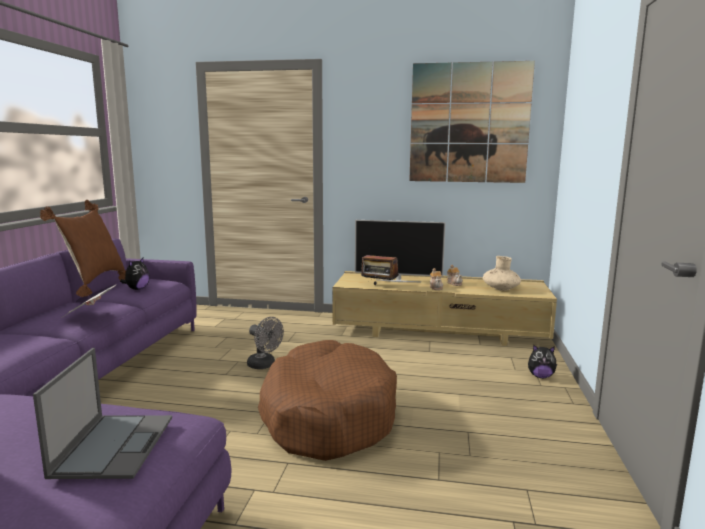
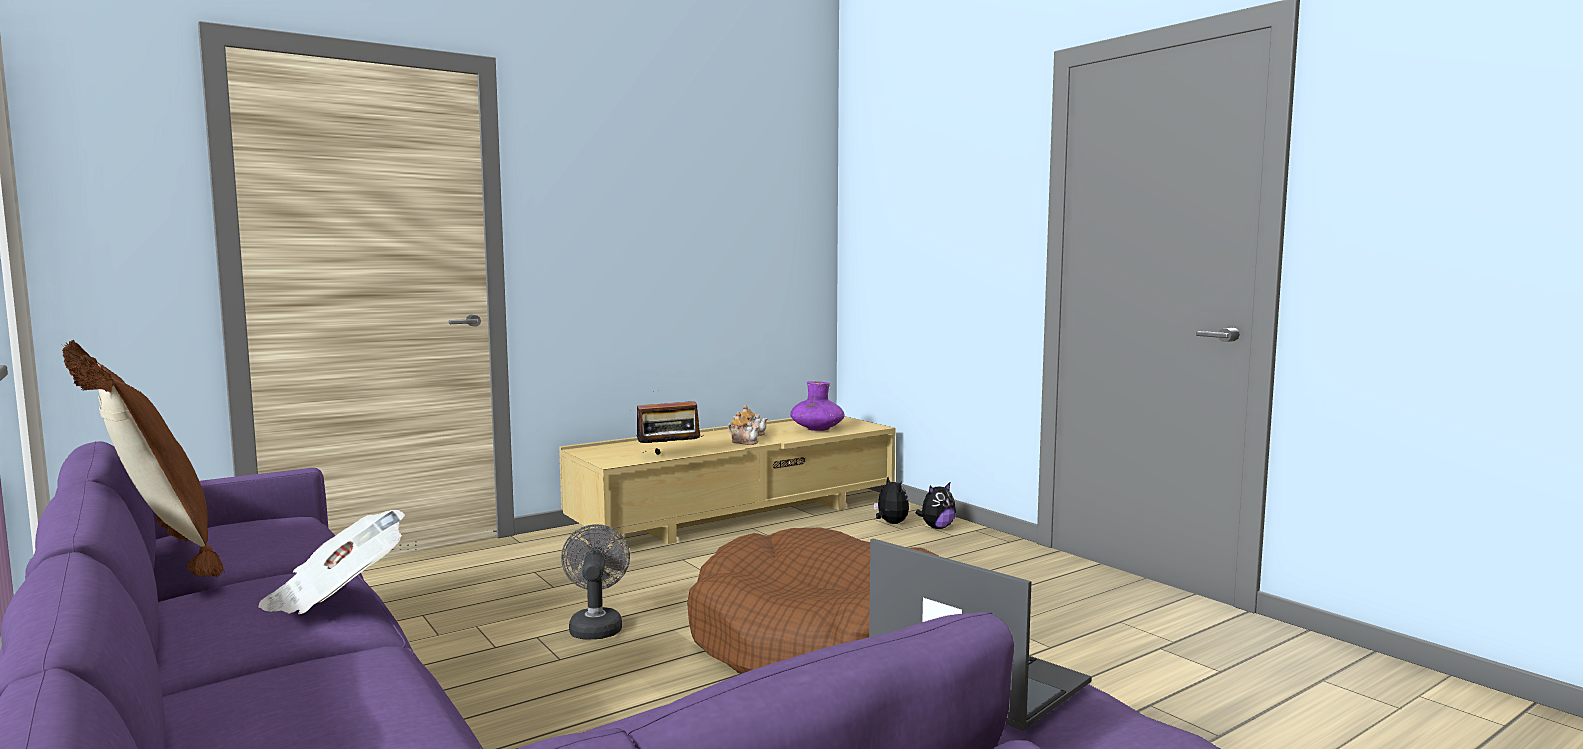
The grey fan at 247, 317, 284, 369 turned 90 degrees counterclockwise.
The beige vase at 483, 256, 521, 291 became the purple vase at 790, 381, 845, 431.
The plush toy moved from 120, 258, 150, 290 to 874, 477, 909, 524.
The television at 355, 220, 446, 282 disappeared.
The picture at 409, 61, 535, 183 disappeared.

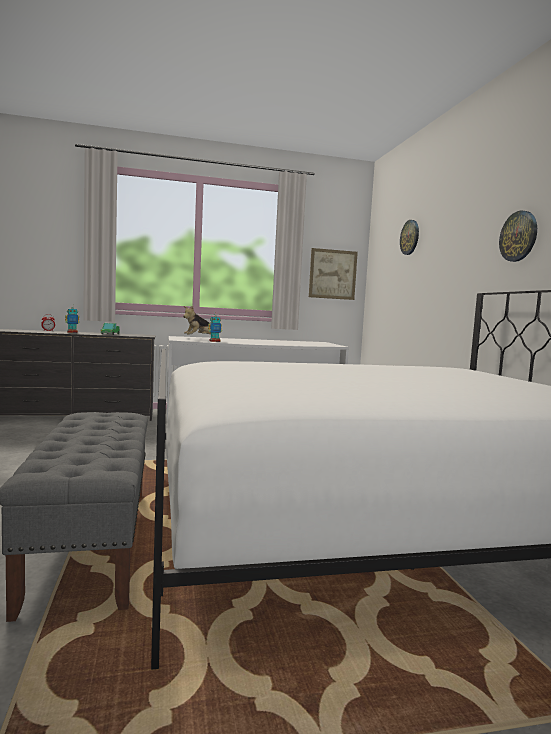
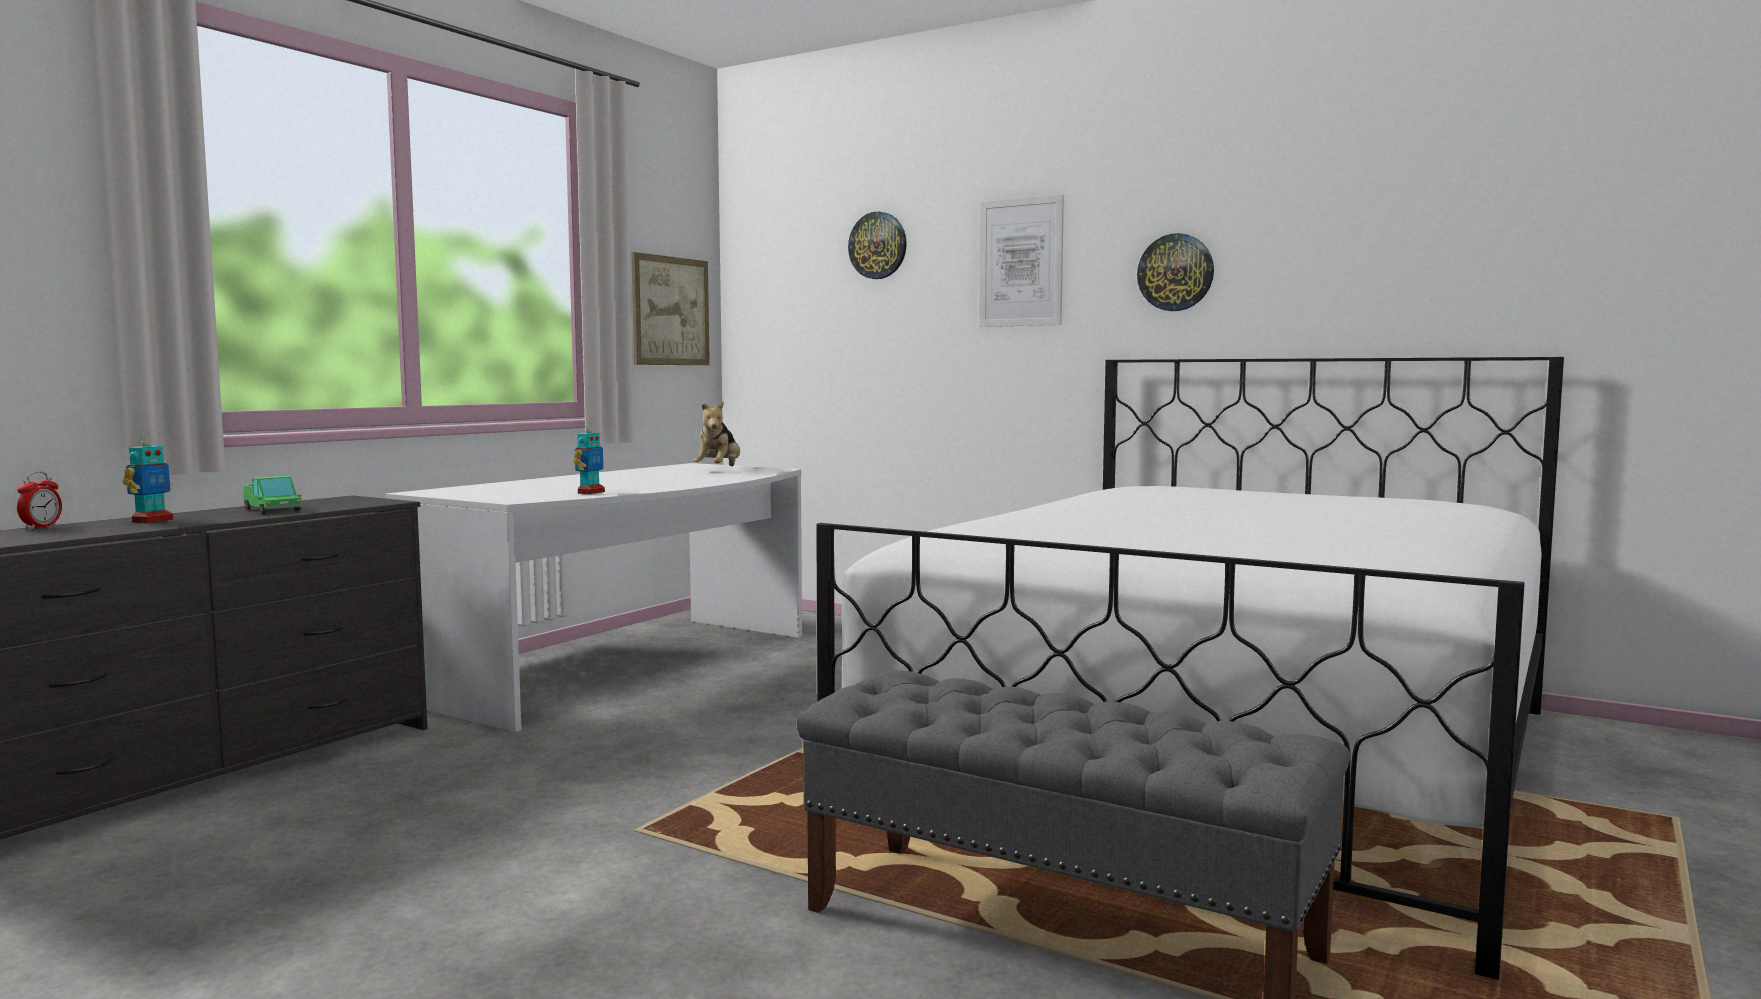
The plush toy moved from 183, 306, 220, 339 to 693, 401, 740, 466.
The picture at 979, 195, 1064, 327 appeared.

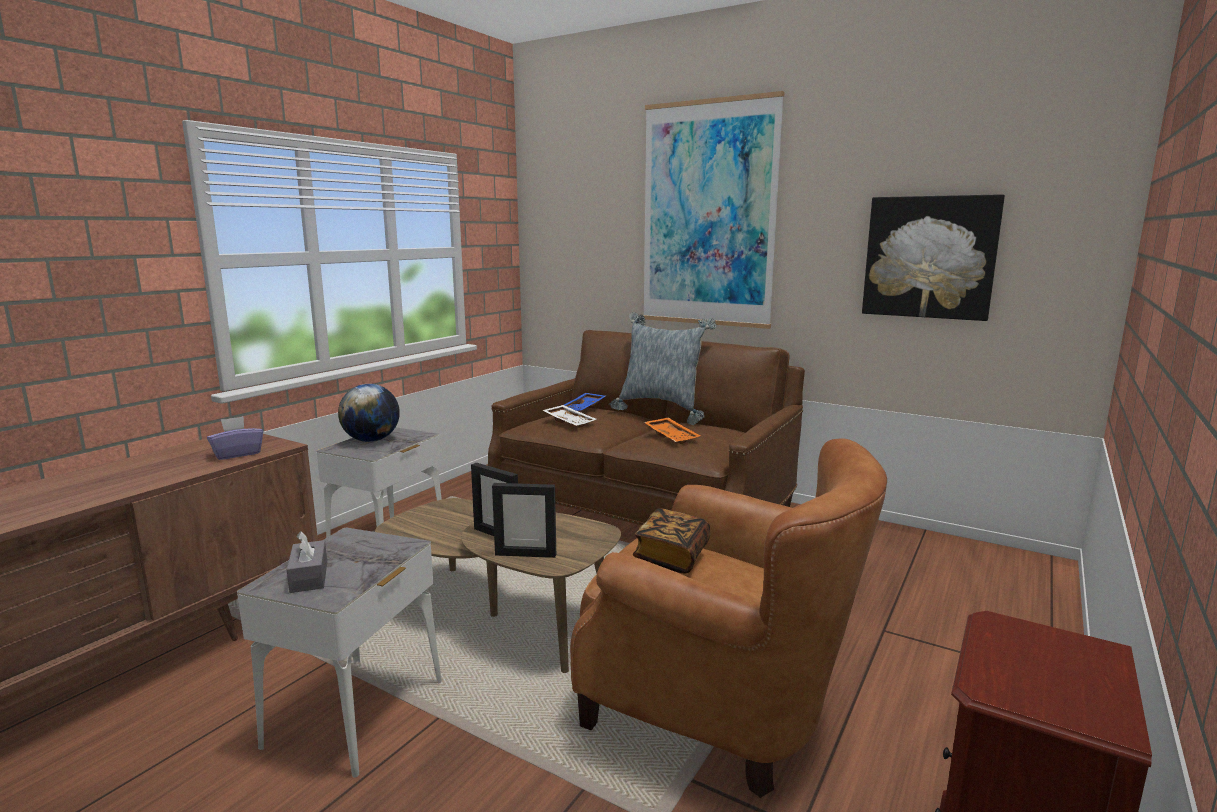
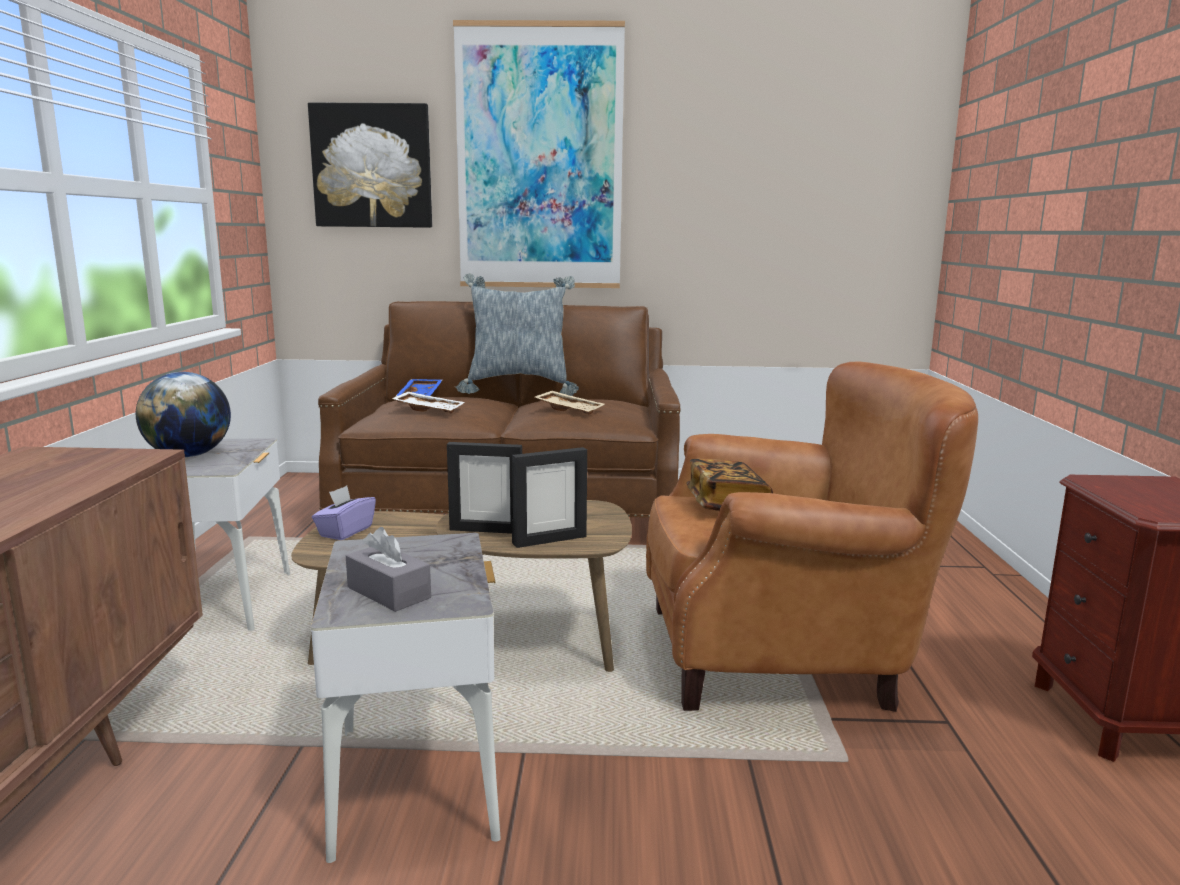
The picture moved from 862, 194, 1005, 321 to 308, 102, 432, 228.
The purple tissue box moved from 207, 416, 263, 460 to 312, 485, 376, 540.
The orange tray at 644, 417, 701, 444 became the beige tray at 535, 391, 604, 414.

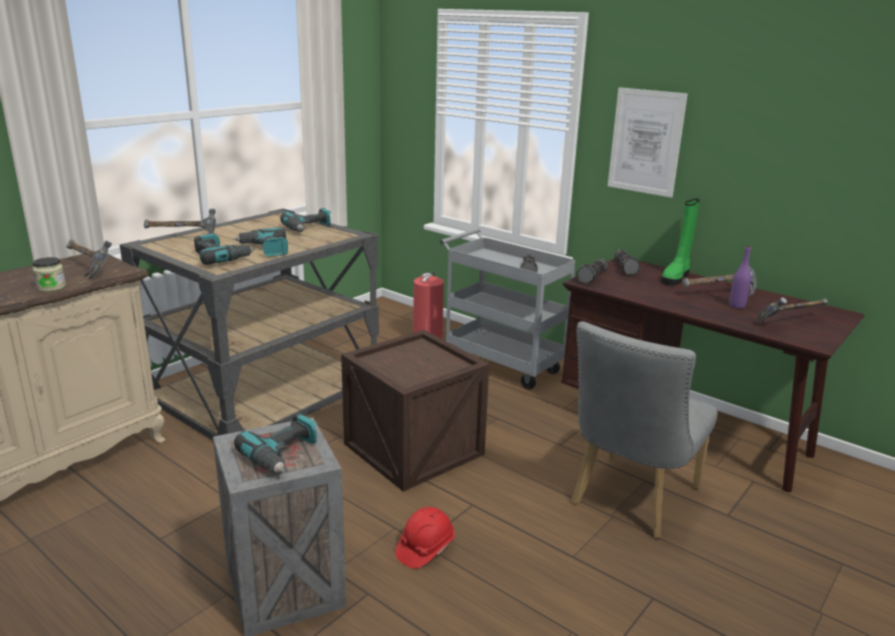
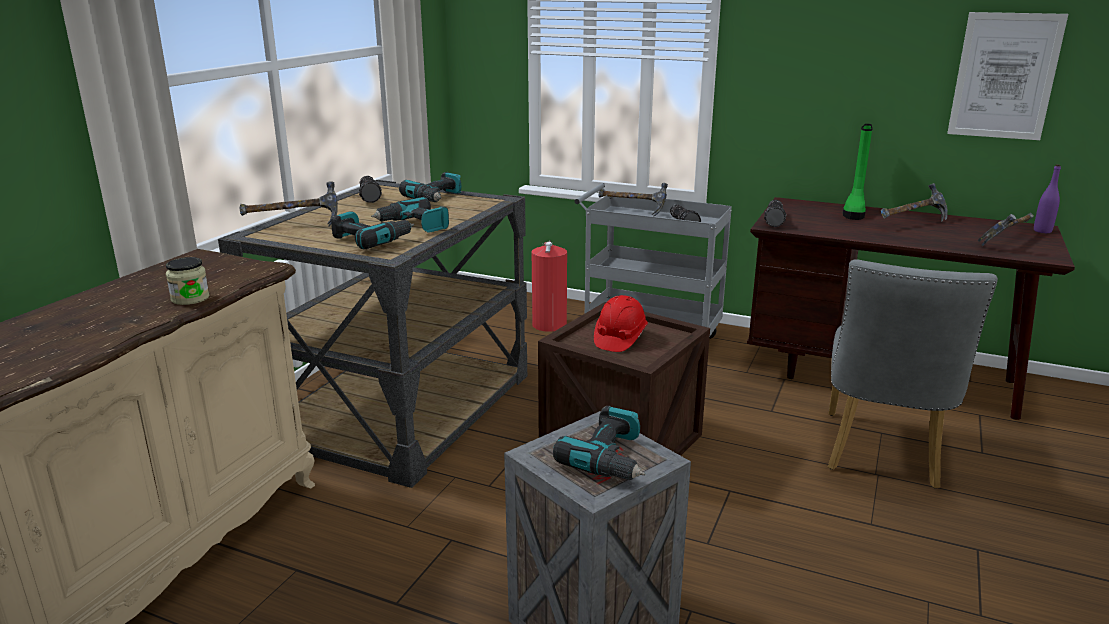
The flashlight moved from 615, 249, 640, 275 to 359, 176, 382, 203.
The red hard hat moved from 395, 507, 455, 569 to 594, 295, 648, 352.
The hammer moved from 66, 239, 112, 279 to 598, 183, 668, 217.
The picture moved from 608, 87, 688, 198 to 947, 12, 1068, 140.
The purple bottle moved from 729, 245, 751, 309 to 1034, 164, 1061, 233.

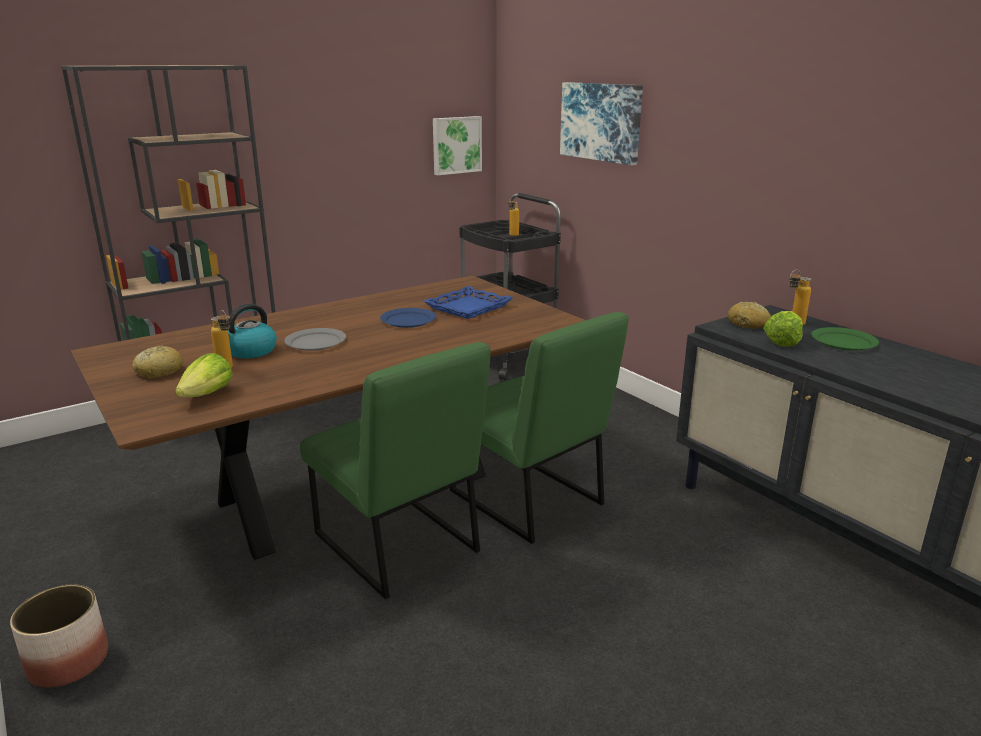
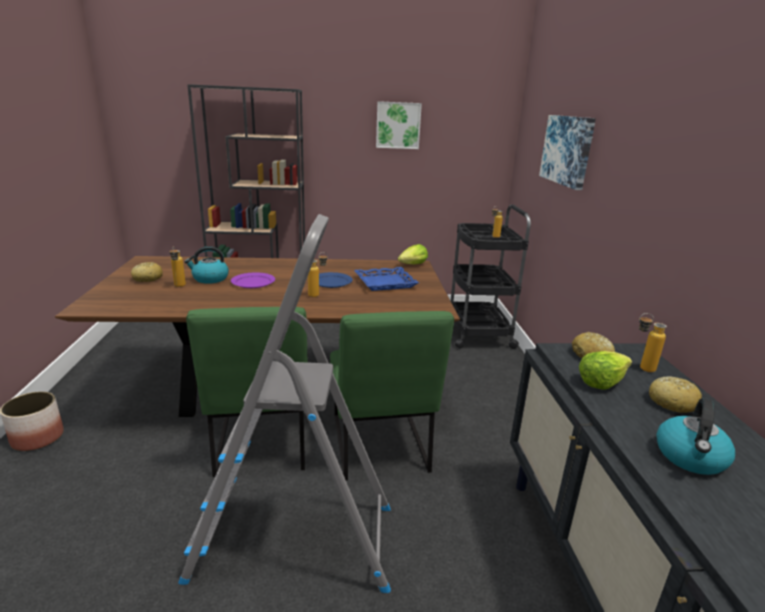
The grey step ladder at 178, 214, 391, 593 appeared.
The grey plate at 284, 328, 346, 351 became the purple plate at 231, 272, 275, 288.
The bottle at 308, 252, 328, 297 appeared.
The picture moved from 433, 116, 482, 175 to 376, 101, 422, 149.
The lettuce moved from 175, 353, 232, 397 to 398, 244, 428, 264.
The green plate at 811, 327, 879, 351 was replaced by the bread at 649, 377, 702, 413.
The kettle at 656, 398, 735, 475 appeared.

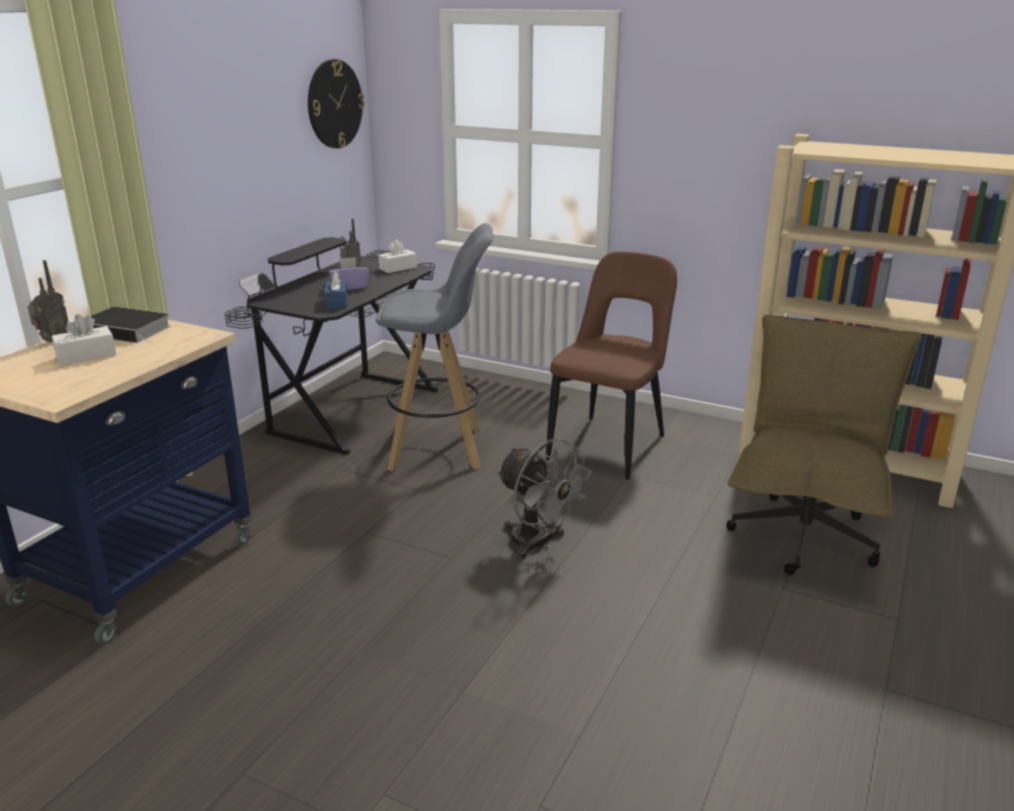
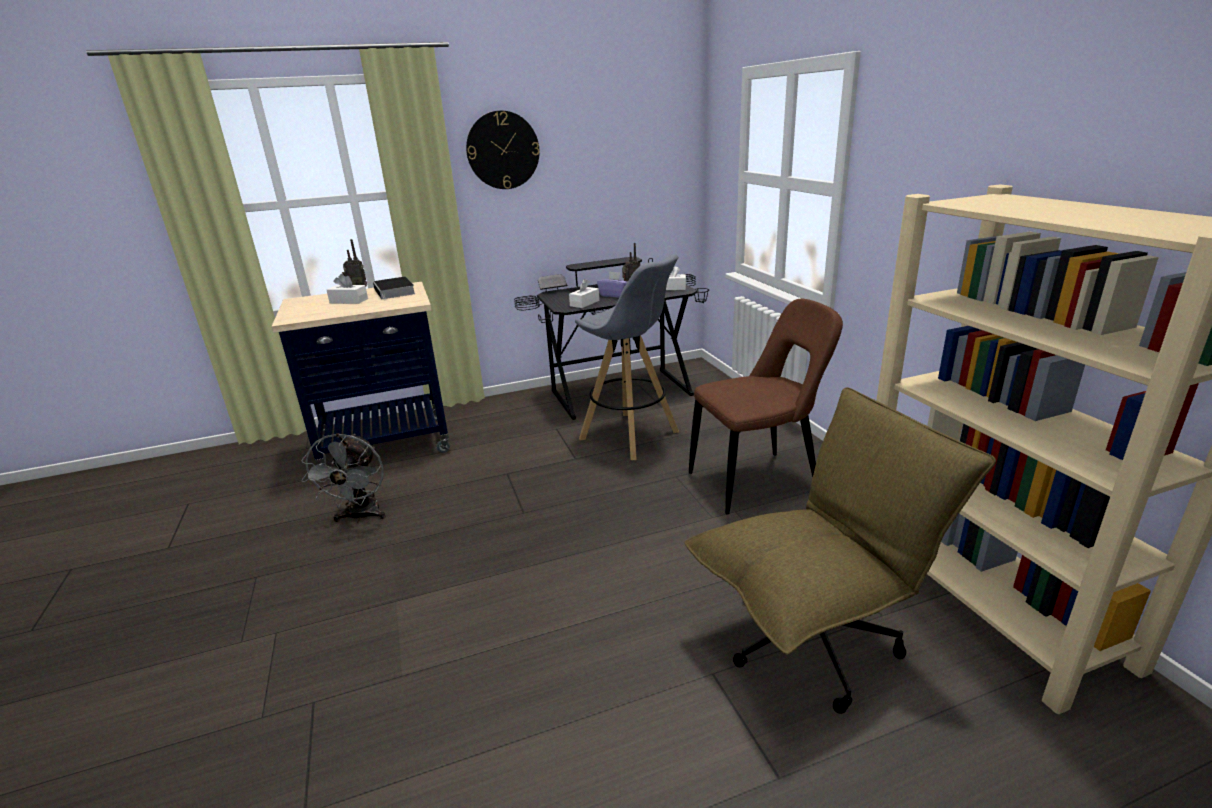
The grey fan moved from 497, 438, 592, 560 to 301, 433, 386, 522.
The wall clock moved from 308, 59, 365, 148 to 466, 110, 540, 189.
The blue tissue box at 324, 271, 347, 309 became the white tissue box at 569, 279, 599, 308.

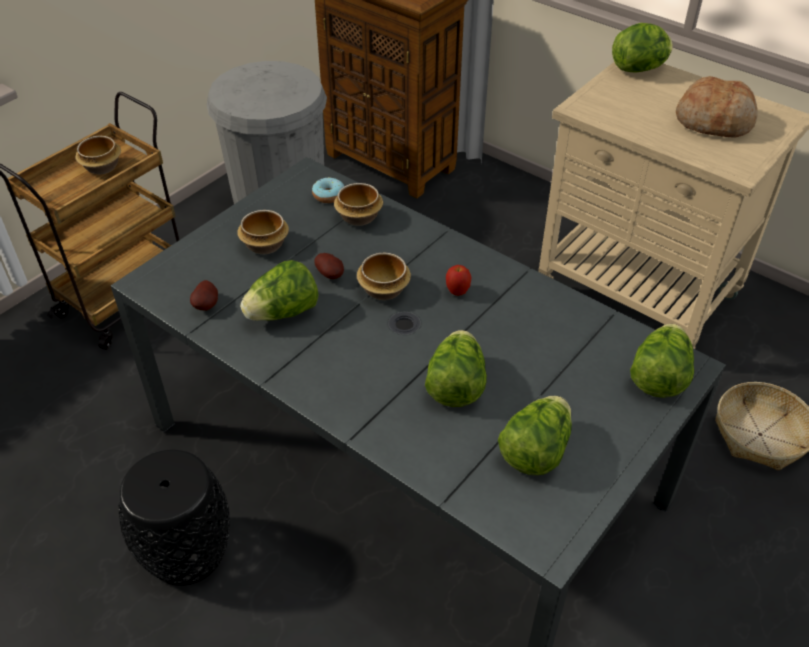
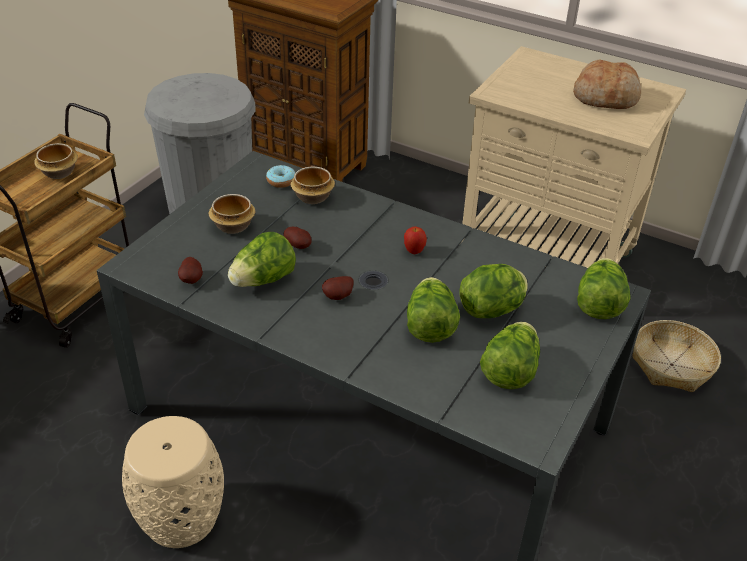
The black stool at 118, 449, 230, 586 became the beige stool at 122, 416, 224, 548.
The potato at 322, 276, 354, 300 appeared.
The lettuce moved from 612, 23, 673, 72 to 459, 264, 528, 318.
The bowl at 357, 253, 411, 300 disappeared.

